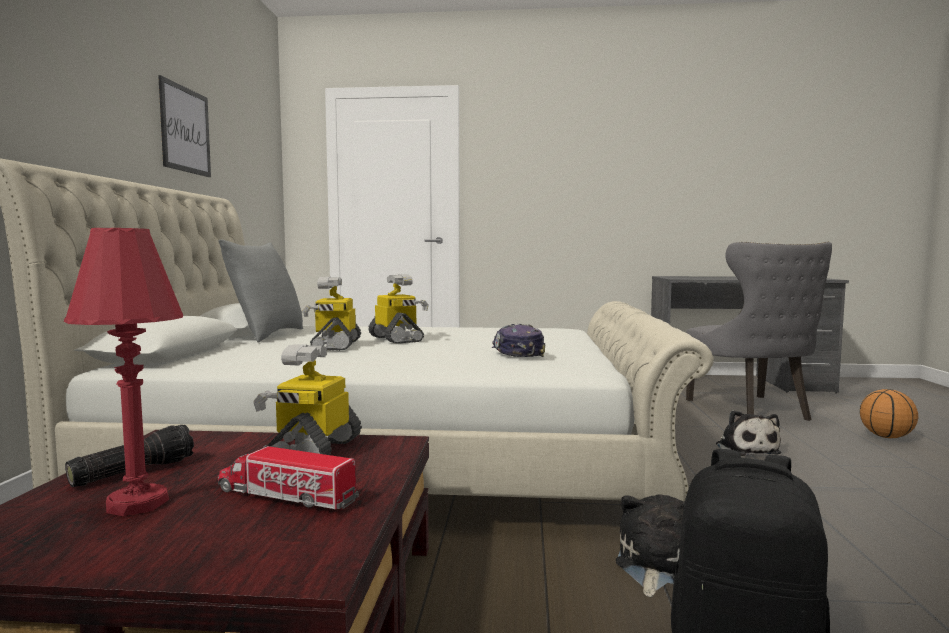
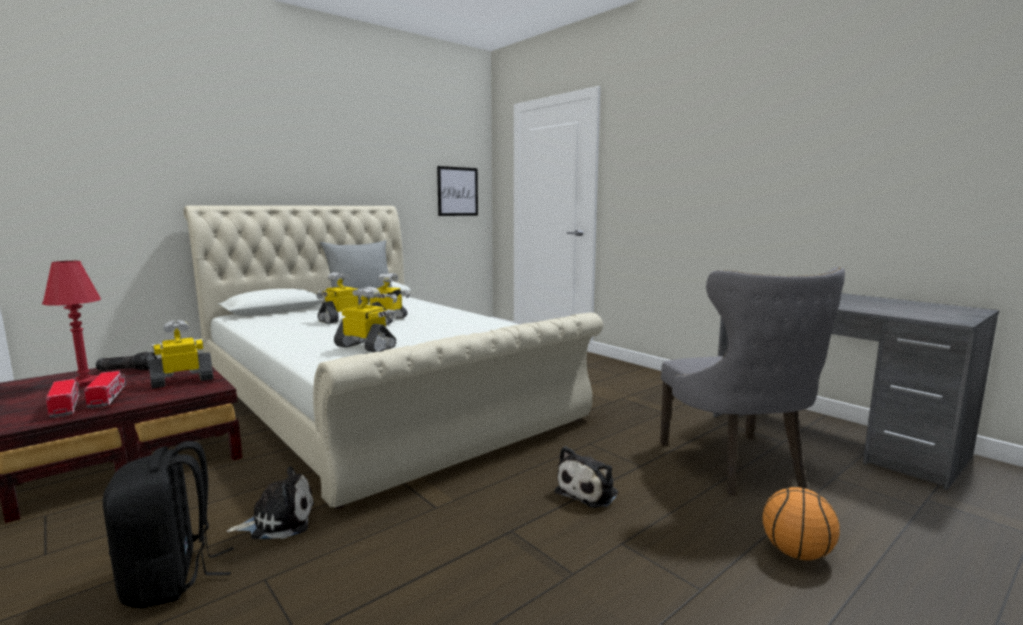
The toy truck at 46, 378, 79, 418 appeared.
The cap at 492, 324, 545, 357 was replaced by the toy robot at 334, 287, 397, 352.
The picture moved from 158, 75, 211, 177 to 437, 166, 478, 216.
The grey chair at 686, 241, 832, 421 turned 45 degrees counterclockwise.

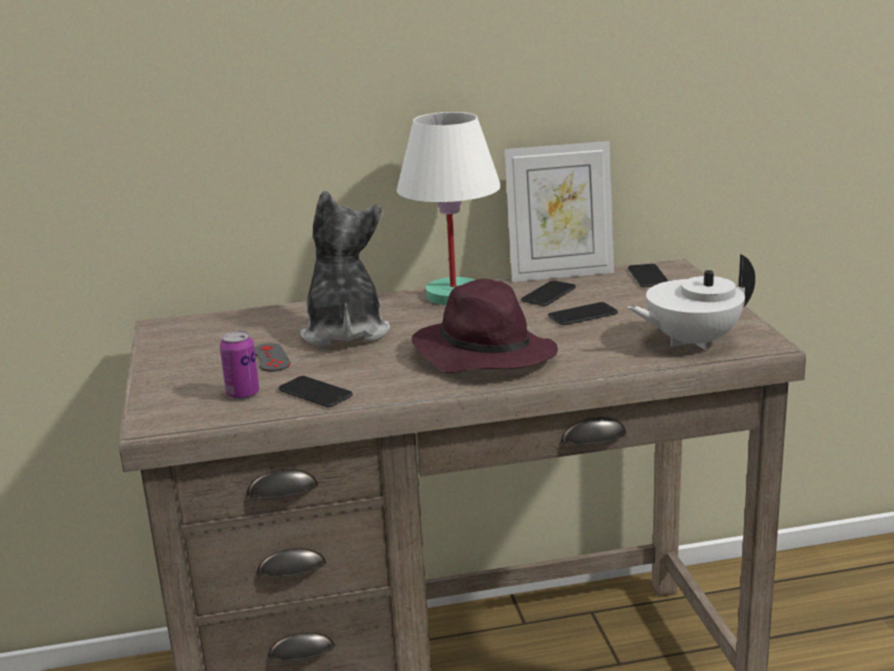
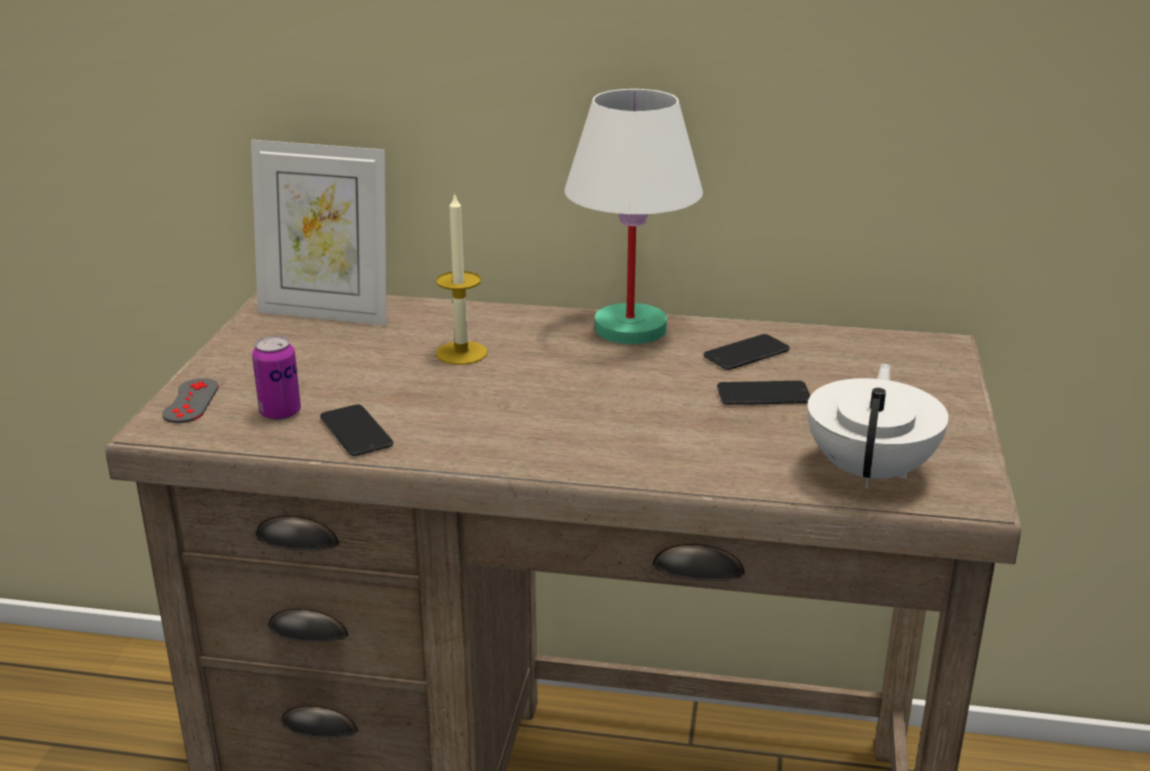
The grey game controller moved from 254, 343, 291, 372 to 162, 378, 219, 423.
The picture frame moved from 504, 141, 614, 282 to 251, 140, 386, 326.
The plush toy at 300, 191, 390, 347 was replaced by the candle at 436, 192, 488, 365.
The white teapot at 627, 254, 755, 350 turned 105 degrees clockwise.
The purple hat at 412, 279, 558, 372 disappeared.
The phone at 628, 264, 668, 287 disappeared.

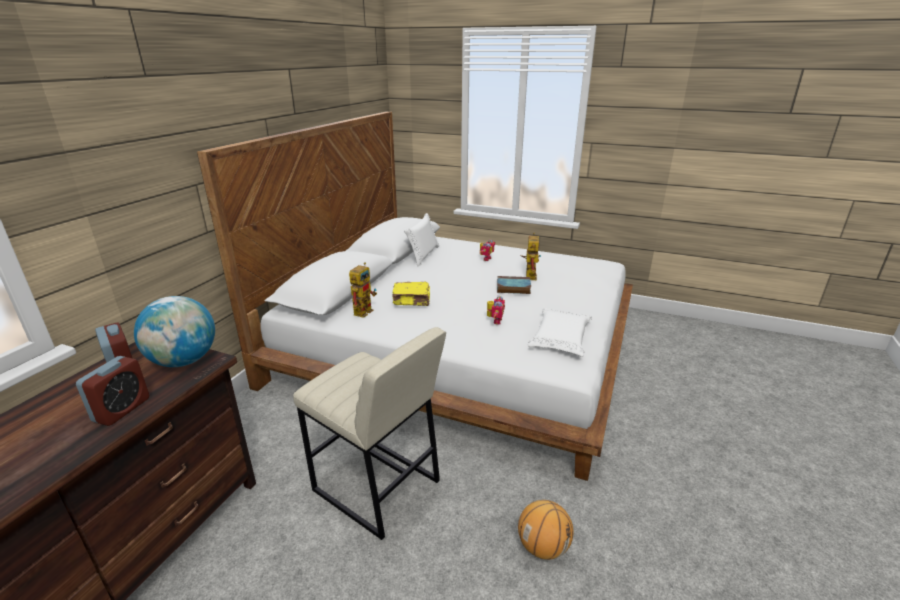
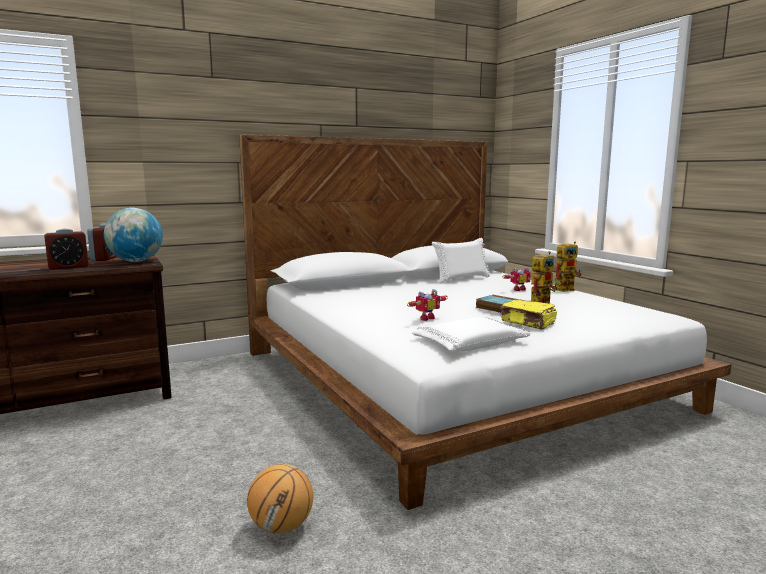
The yellow book moved from 392, 282, 430, 306 to 500, 299, 557, 330.
The toy robot moved from 349, 262, 377, 318 to 555, 241, 582, 292.
The beige chair at 293, 327, 446, 540 disappeared.

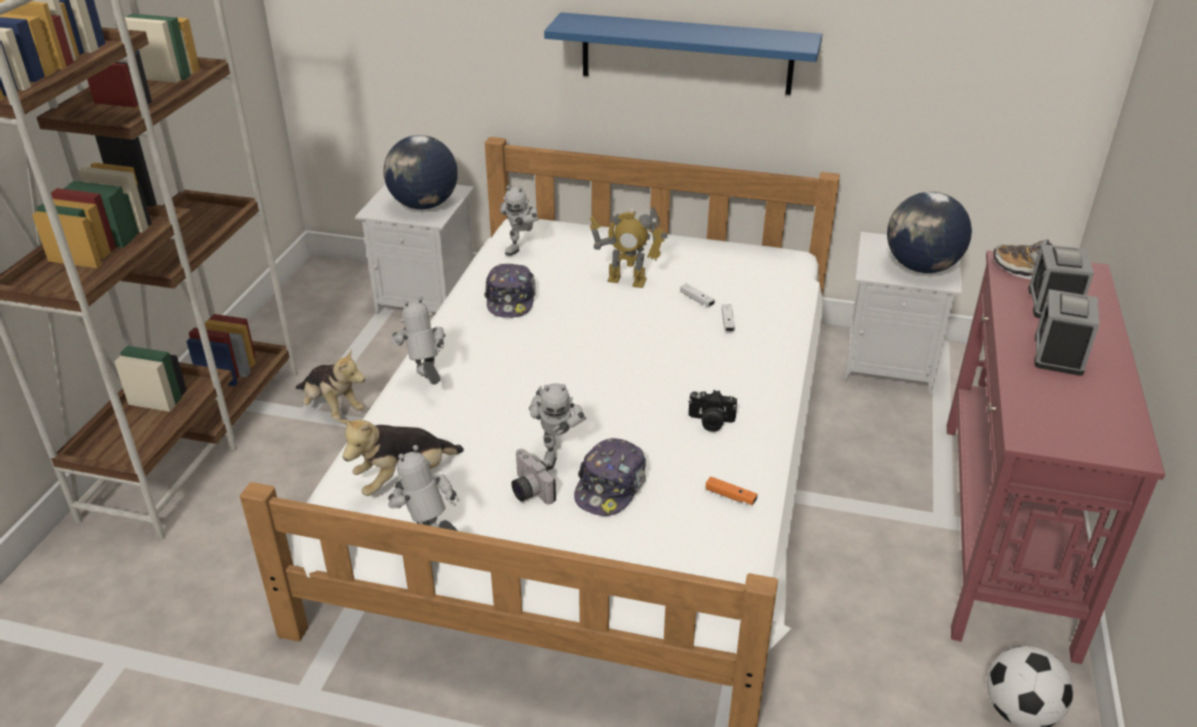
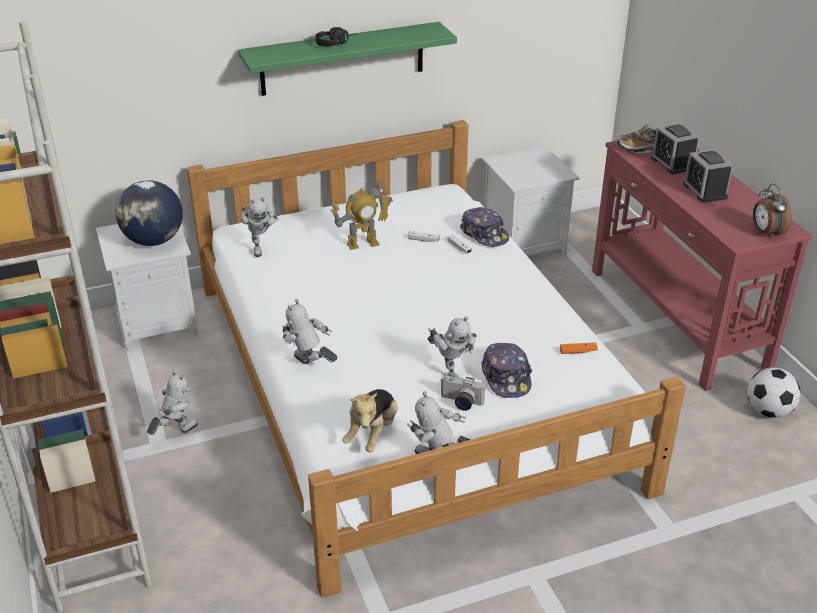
The plush toy at 296, 350, 365, 421 was replaced by the toy robot at 147, 370, 198, 435.
The blue shelf at 544, 12, 822, 95 became the green shelf at 238, 22, 457, 96.
The black headphones at 315, 27, 357, 46 appeared.
The cap moved from 484, 264, 536, 318 to 460, 207, 509, 247.
The alarm clock at 753, 183, 792, 239 appeared.
The photo camera at 688, 390, 737, 432 disappeared.
The globe at 887, 192, 972, 273 disappeared.

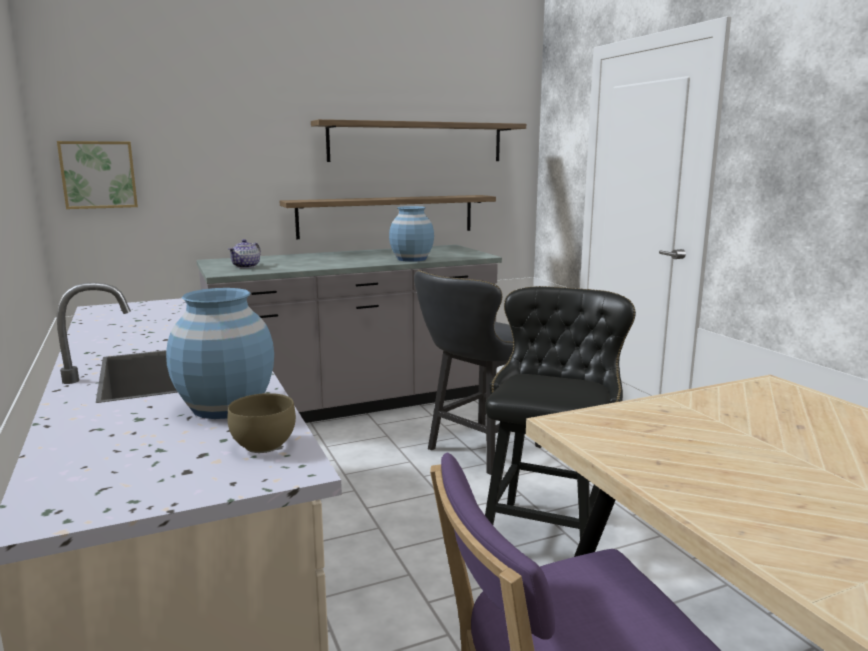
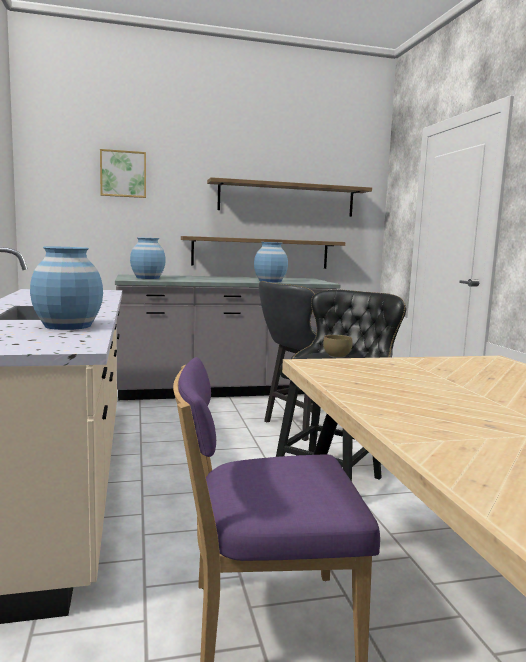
The picture moved from 57, 141, 138, 209 to 100, 149, 146, 198.
The teapot at 229, 239, 261, 268 was replaced by the blue vase at 130, 237, 166, 279.
The brown bowl moved from 228, 393, 296, 453 to 323, 335, 352, 358.

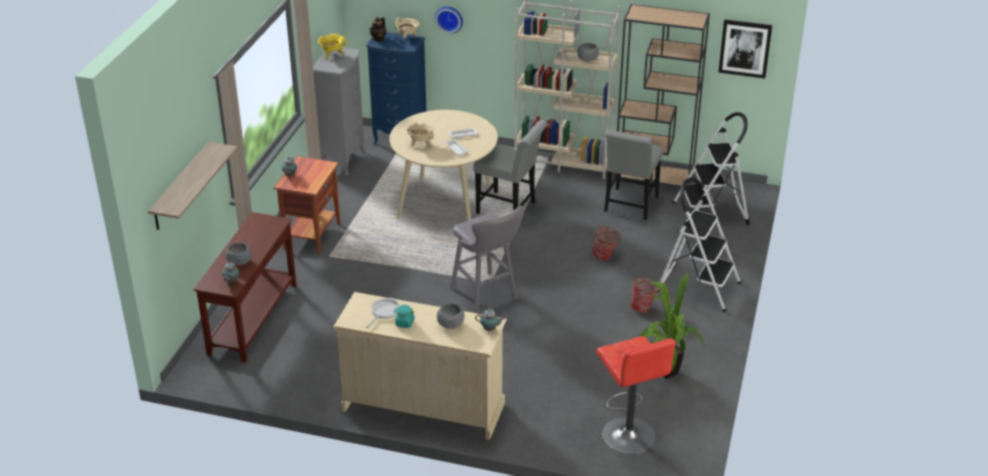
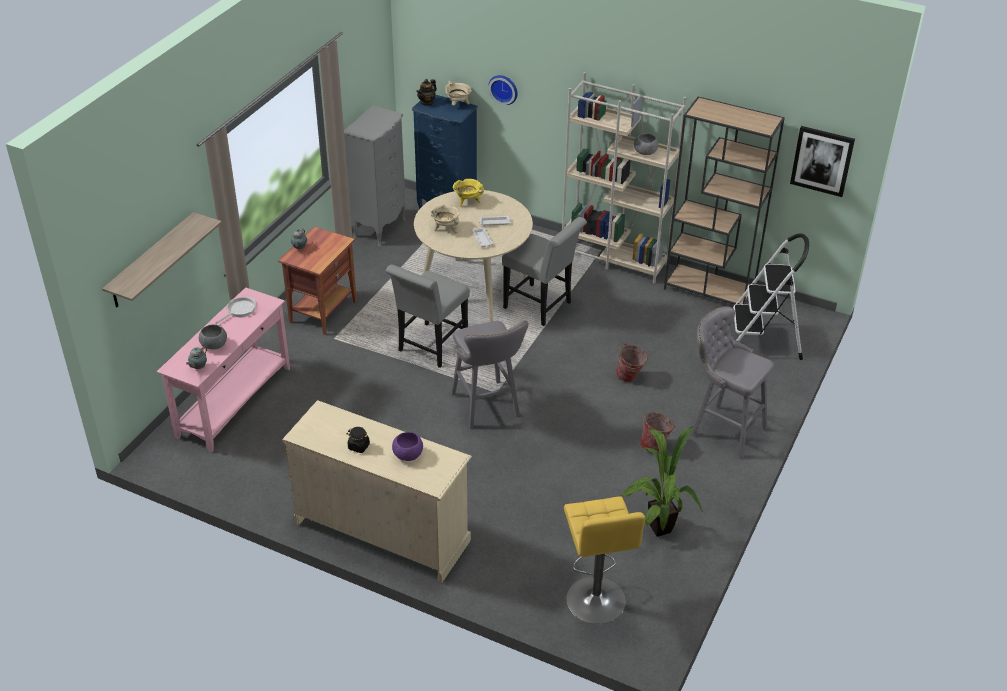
The brown console table at 193, 212, 297, 363 became the pink console table at 157, 287, 290, 452.
The frying pan moved from 366, 298, 400, 328 to 215, 297, 255, 324.
The turquoise jar at 394, 305, 415, 328 became the black jar at 346, 427, 370, 453.
The grey chair moved from 604, 130, 663, 220 to 386, 264, 470, 368.
The grey bowl at 437, 304, 464, 329 became the purple bowl at 392, 432, 423, 461.
The yellow cooking pot moved from 318, 34, 346, 59 to 453, 179, 484, 207.
The red stool at 596, 336, 676, 454 became the yellow stool at 564, 496, 645, 624.
The step ladder at 657, 177, 741, 312 was replaced by the grey stool at 692, 306, 774, 459.
The teapot at 475, 309, 505, 331 disappeared.

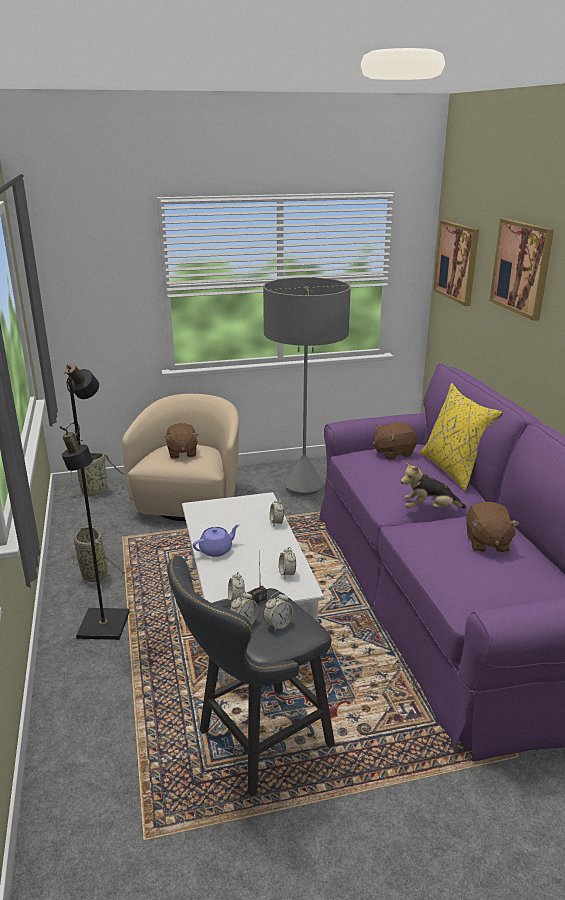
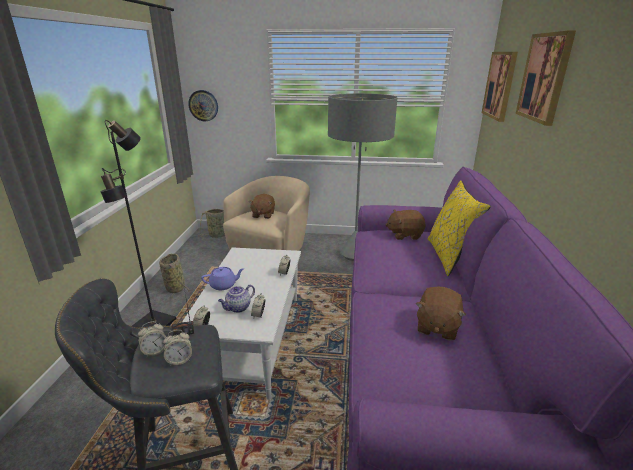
The wall clock at 188, 90, 218, 121 appeared.
The teapot at 218, 285, 255, 313 appeared.
The plush toy at 401, 462, 467, 509 disappeared.

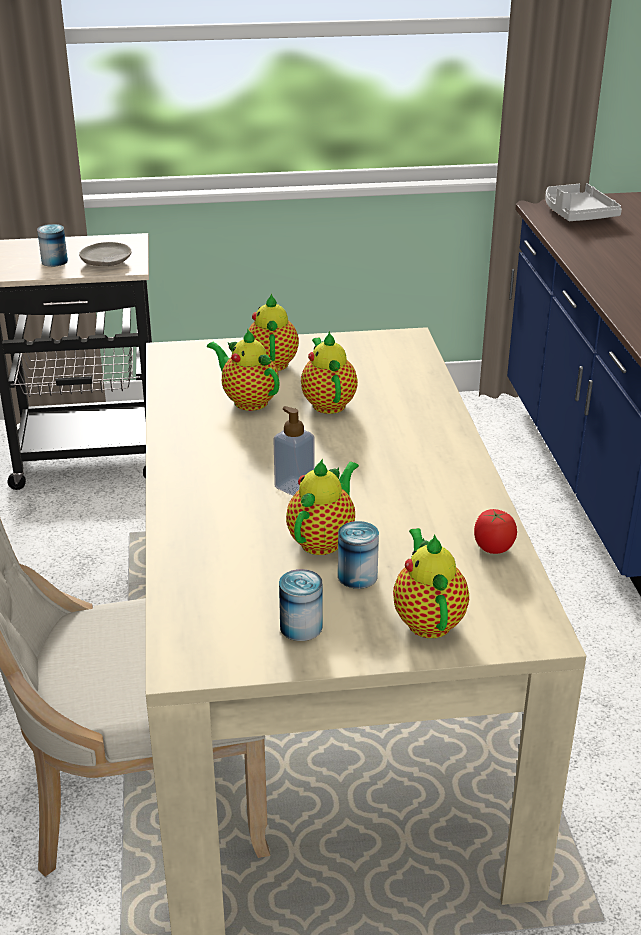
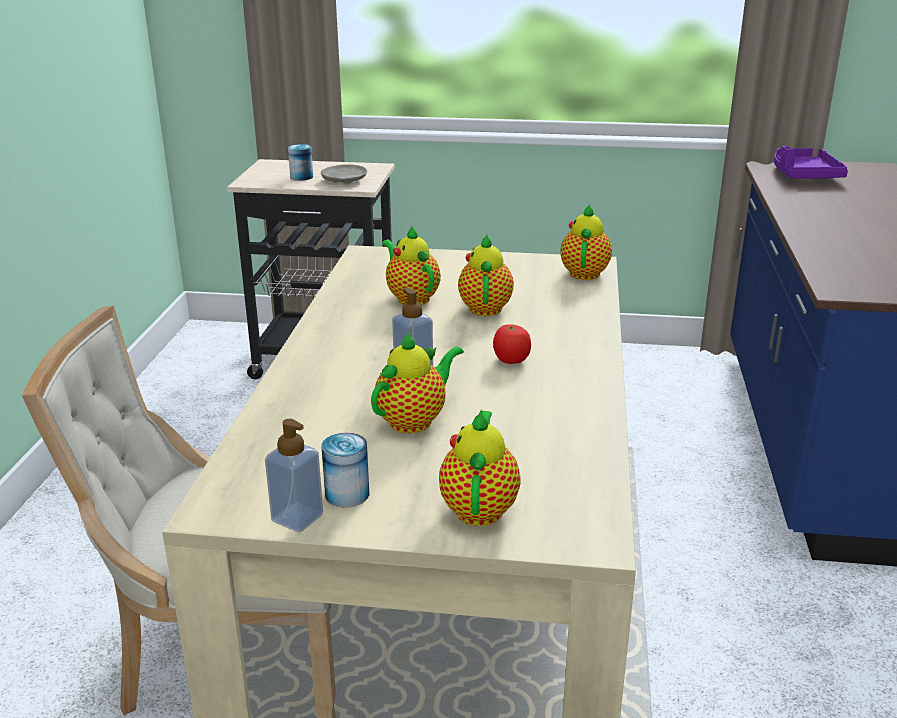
The soap dispenser at 265, 419, 323, 532 appeared.
The tomato moved from 474, 509, 517, 554 to 493, 324, 531, 364.
The teapot moved from 249, 293, 299, 371 to 560, 204, 612, 280.
The grey tray at 545, 183, 622, 221 became the purple tray at 774, 146, 848, 179.
The can at 338, 521, 379, 589 disappeared.

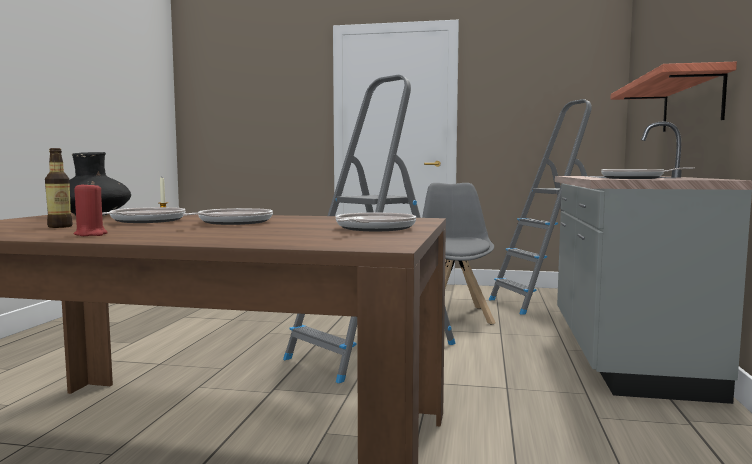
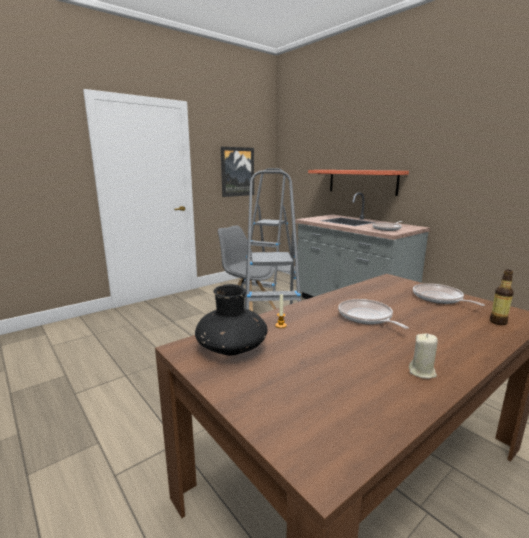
The picture at 221, 147, 254, 197 appeared.
The red candle at 73, 182, 108, 236 became the beige candle at 409, 334, 438, 379.
The bottle moved from 45, 148, 73, 228 to 490, 270, 514, 325.
The frying pan at 102, 207, 185, 223 disappeared.

